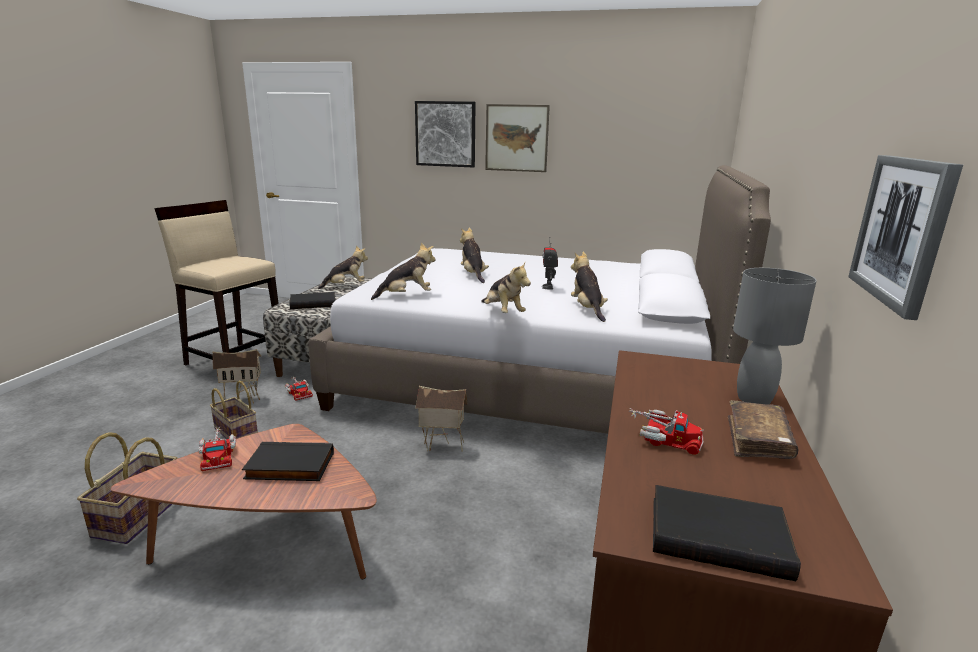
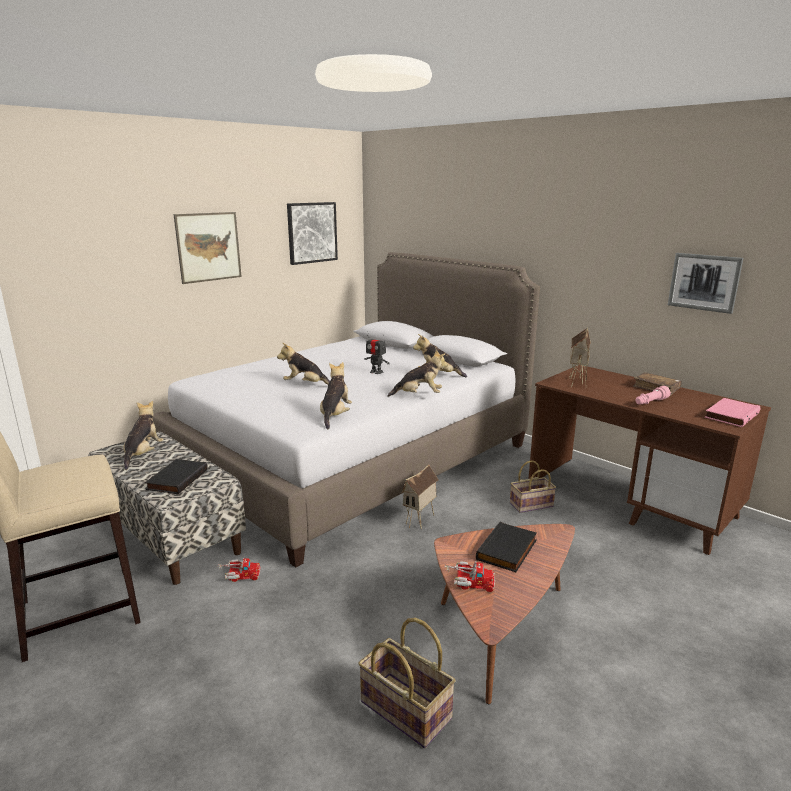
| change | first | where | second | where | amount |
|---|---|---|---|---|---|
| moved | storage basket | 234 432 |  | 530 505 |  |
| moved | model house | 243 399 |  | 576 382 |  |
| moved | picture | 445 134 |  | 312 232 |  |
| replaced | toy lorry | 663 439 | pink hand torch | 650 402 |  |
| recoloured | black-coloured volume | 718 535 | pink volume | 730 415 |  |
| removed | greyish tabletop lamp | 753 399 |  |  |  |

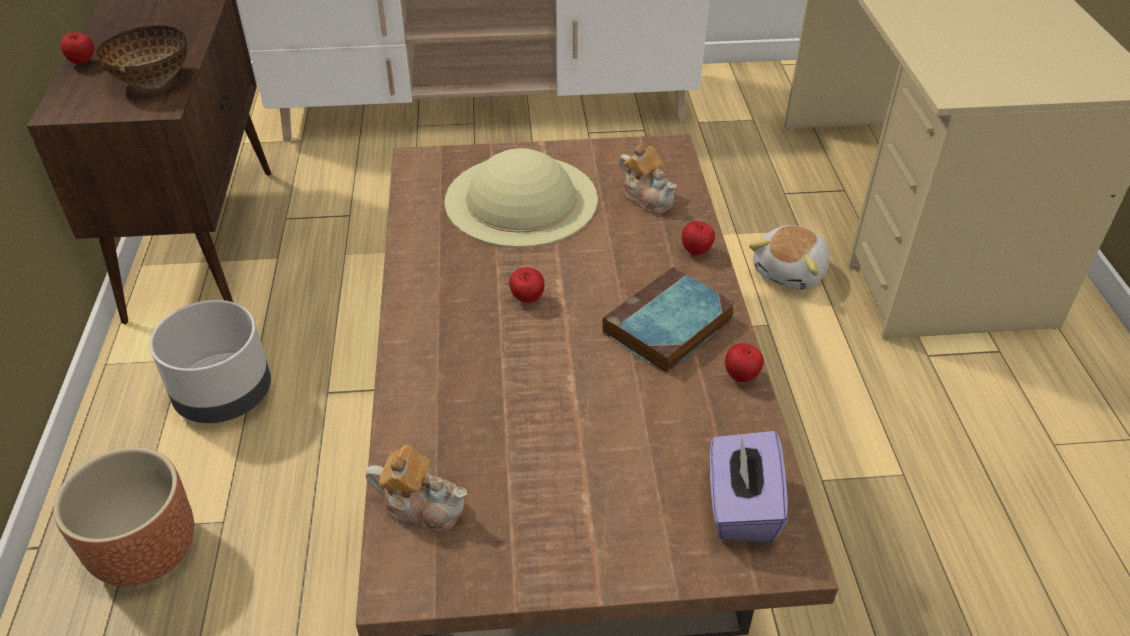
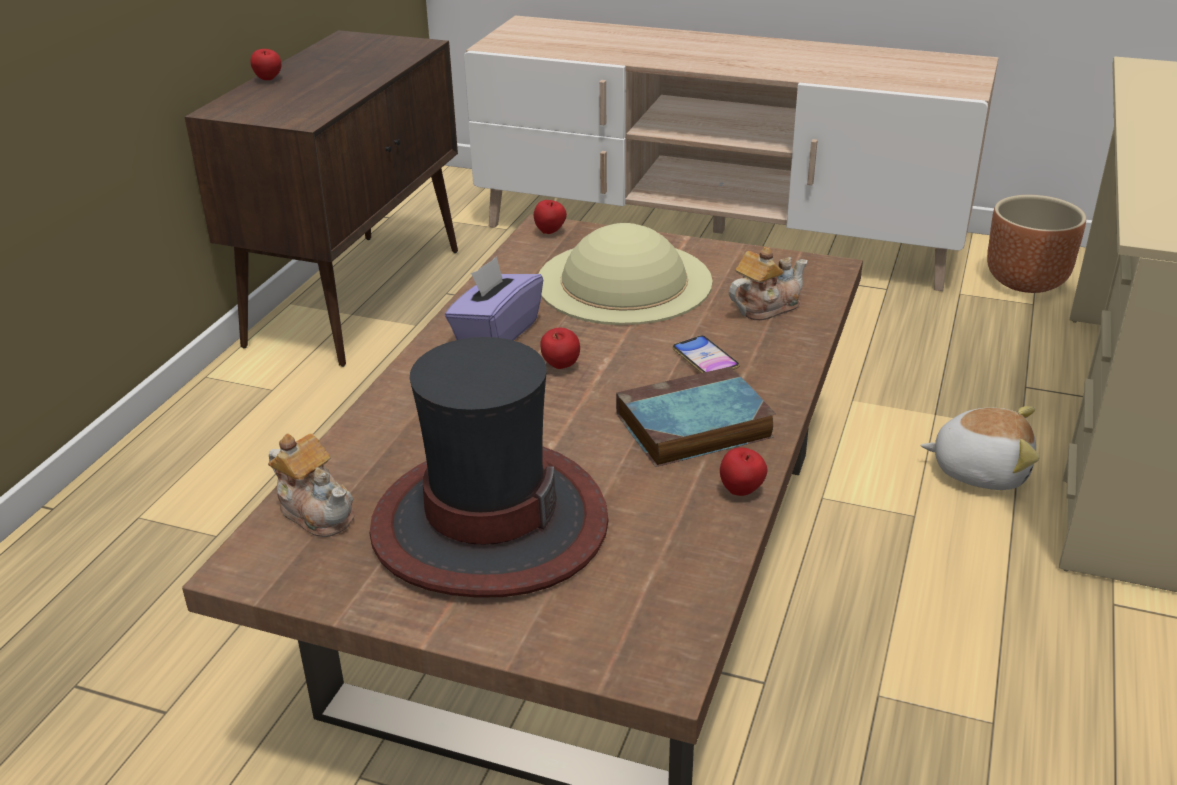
| change | first | where | second | where | amount |
|---|---|---|---|---|---|
| moved | brownish plant pot | 146 553 |  | 1026 282 |  |
| removed | serving bowl | 152 80 |  |  |  |
| removed | greyish plant pot | 224 396 |  |  |  |
| turned | teapot | 647 197 |  | 765 307 | 105 degrees counterclockwise |
| moved | whole apple | 696 252 |  | 550 232 |  |
| moved | purple-coloured box of tissues | 741 506 |  | 496 333 |  |
| turned | plush toy | 791 272 |  | 980 470 | 135 degrees counterclockwise |
| added |  |  | clothing hat | 488 523 |  |
| added |  |  | handset | 705 361 |  |

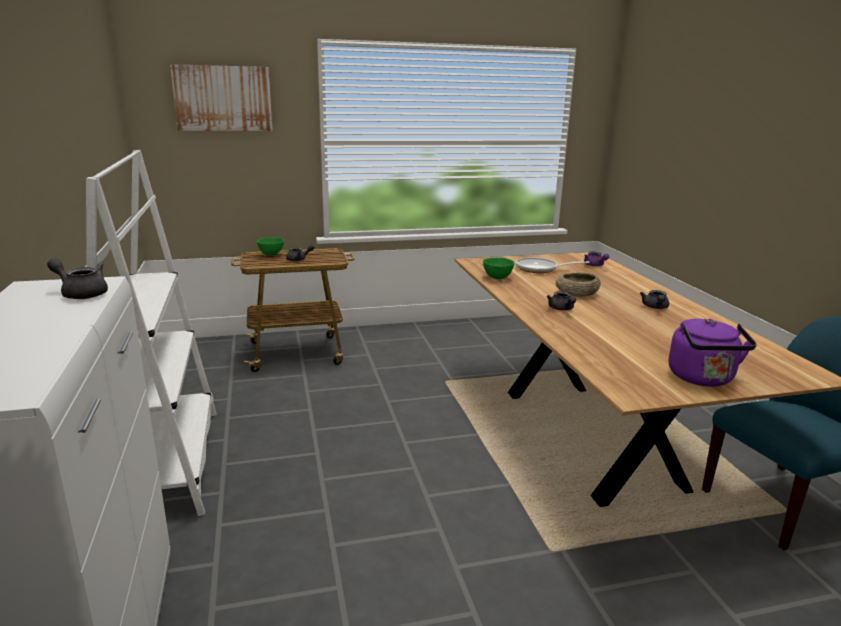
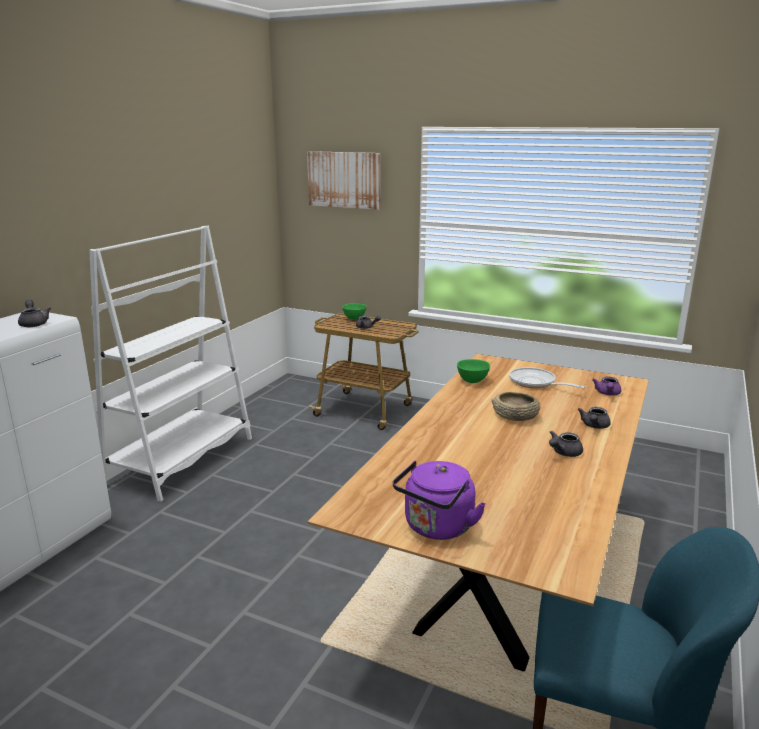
| change | first | where | second | where | amount |
|---|---|---|---|---|---|
| moved | greyish teapot | 561 309 |  | 594 426 |  |

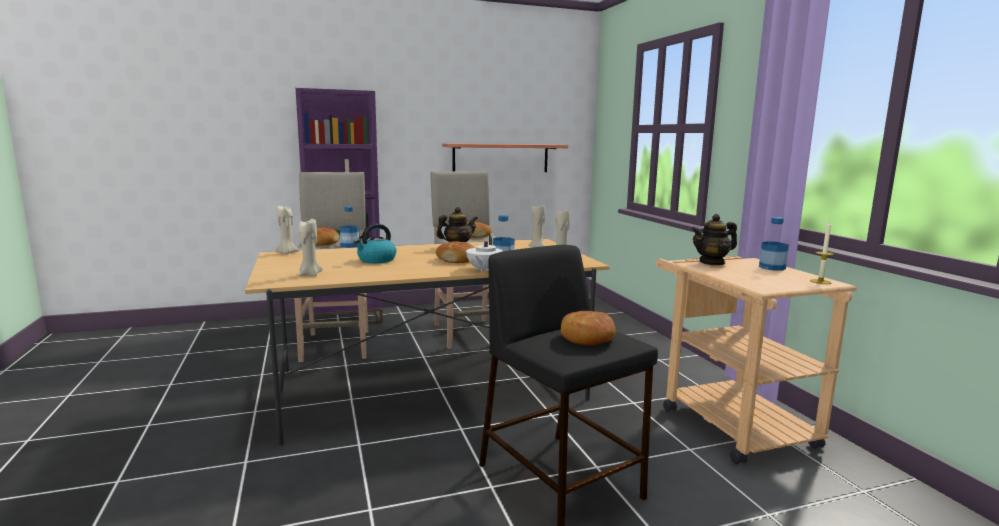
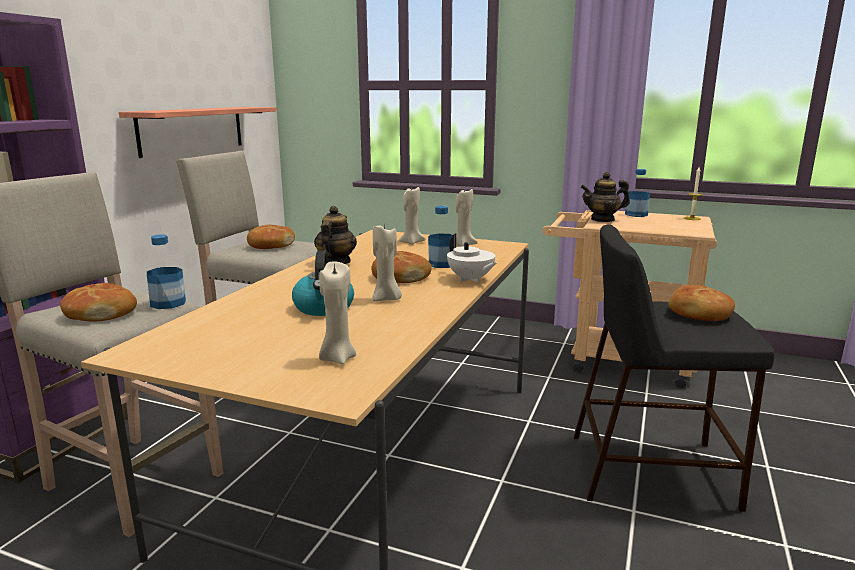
| change | first | where | second | where | amount |
|---|---|---|---|---|---|
| moved | beige-coloured wax light | 287 253 |  | 386 299 |  |
| turned | teapot | 712 262 |  | 603 219 | 60 degrees clockwise |

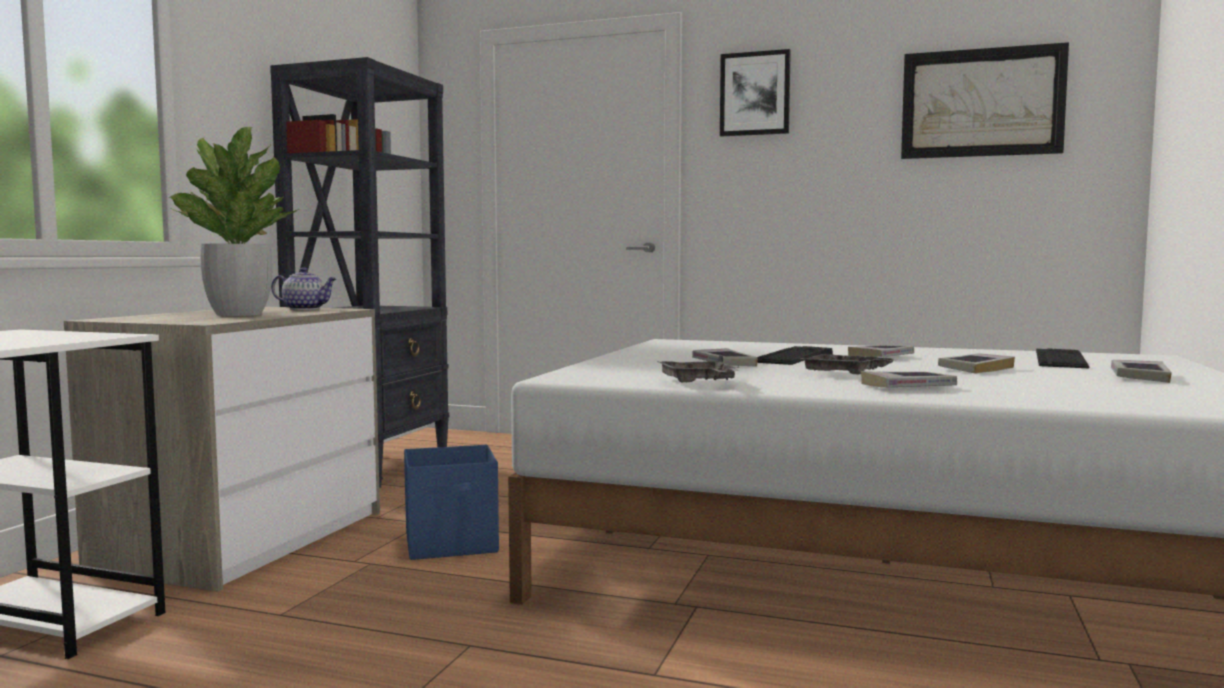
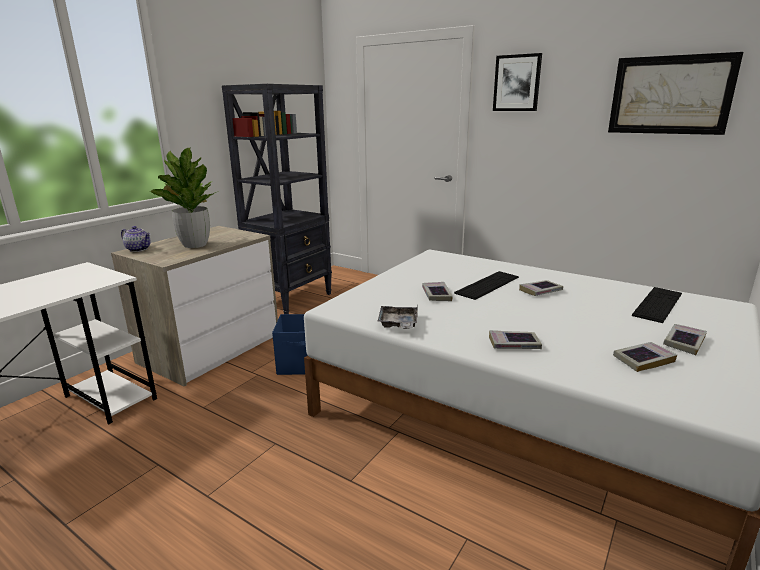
| change | first | where | second | where | amount |
|---|---|---|---|---|---|
| moved | teapot | 305 309 |  | 139 249 |  |
| removed | greyish tray | 845 374 |  |  |  |
| moved | volume | 975 369 |  | 643 360 |  |

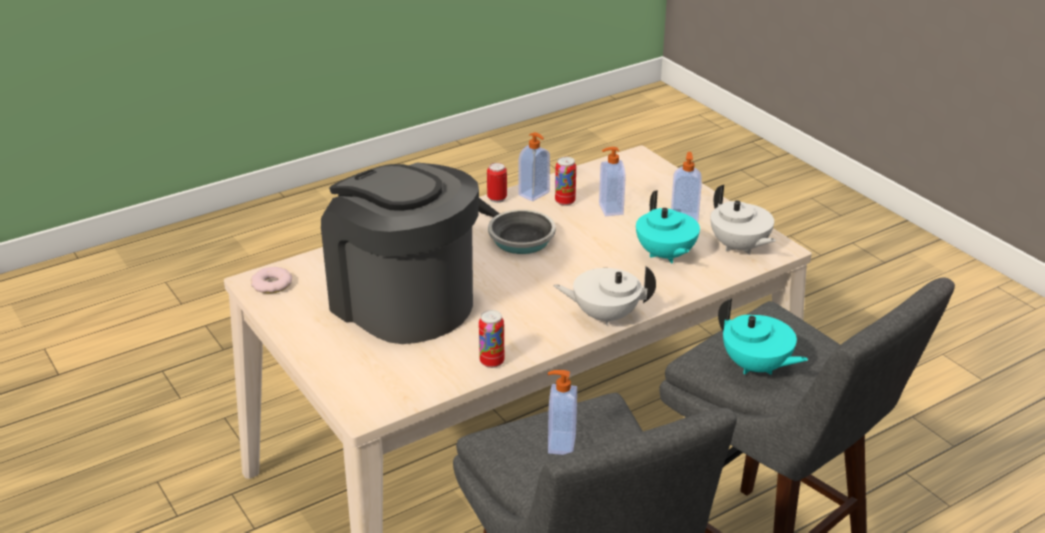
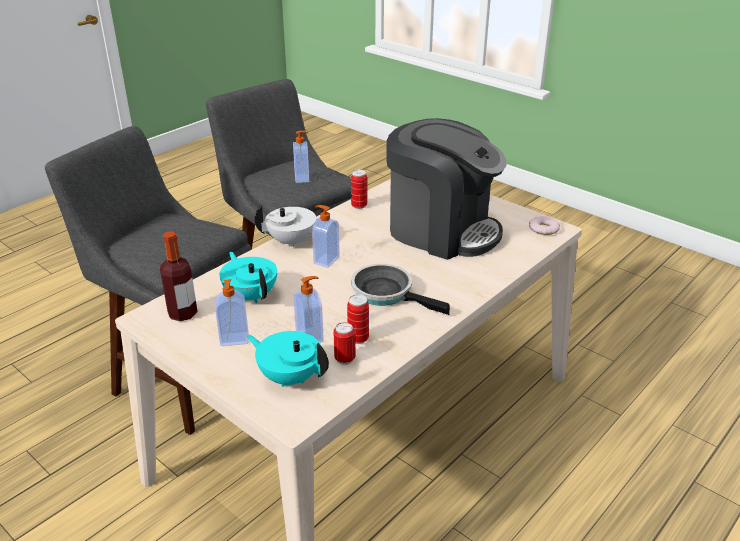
| change | first | where | second | where | amount |
|---|---|---|---|---|---|
| moved | can | 497 199 |  | 344 359 |  |
| moved | soap bottle | 534 194 |  | 325 260 |  |
| replaced | whitish teapot | 739 247 | bottle | 182 313 |  |
| moved | turquoise teapot | 756 367 |  | 290 377 |  |

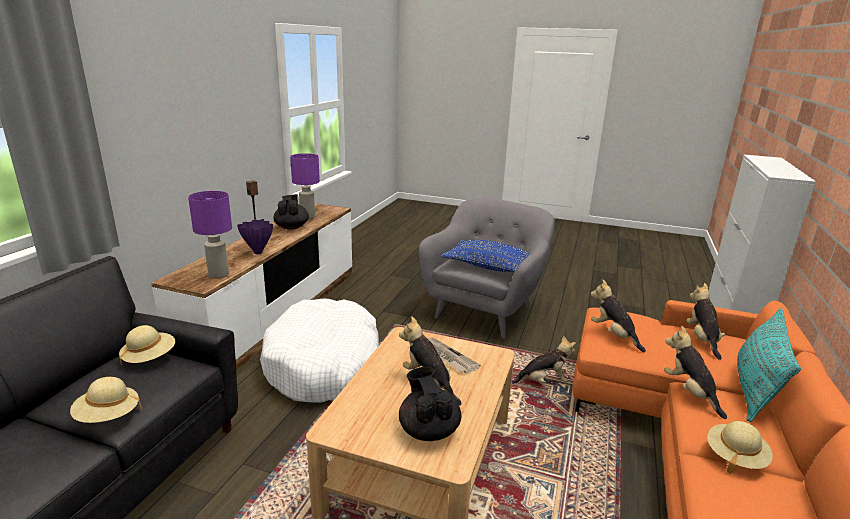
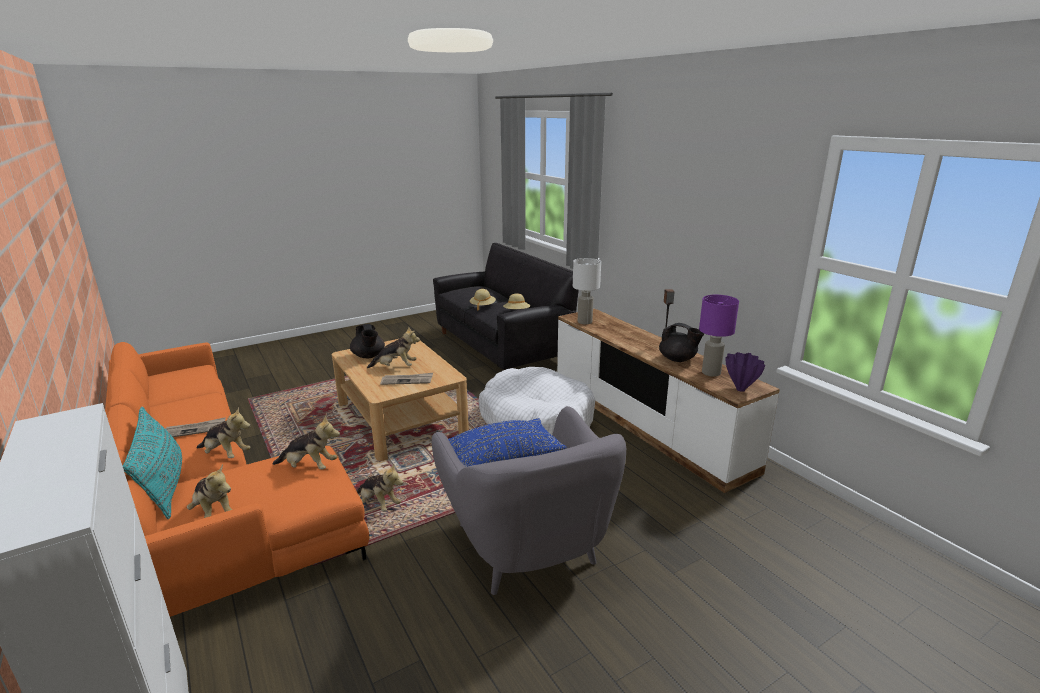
| change | first | where | second | where | amount |
|---|---|---|---|---|---|
| recoloured | purple-coloured tabletop lamp | 219 274 | whitish tabletop lamp | 585 322 |  |
| moved | purple-coloured decorative vase | 257 253 |  | 740 389 |  |
| turned | black-coloured teapot | 428 430 |  | 368 356 | 45 degrees clockwise |
| turned | plush toy | 543 381 |  | 378 504 | 90 degrees counterclockwise |
| replaced | beige-coloured clothing hat | 735 457 | newspaper | 194 430 |  |

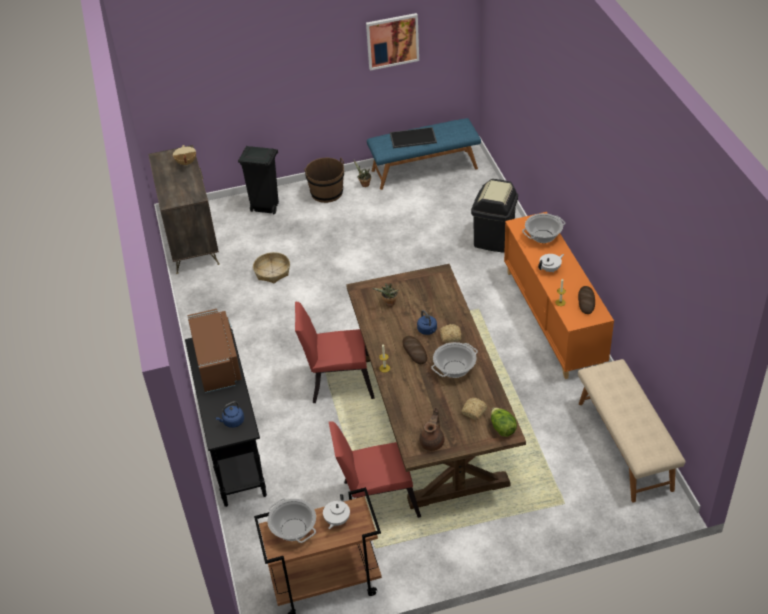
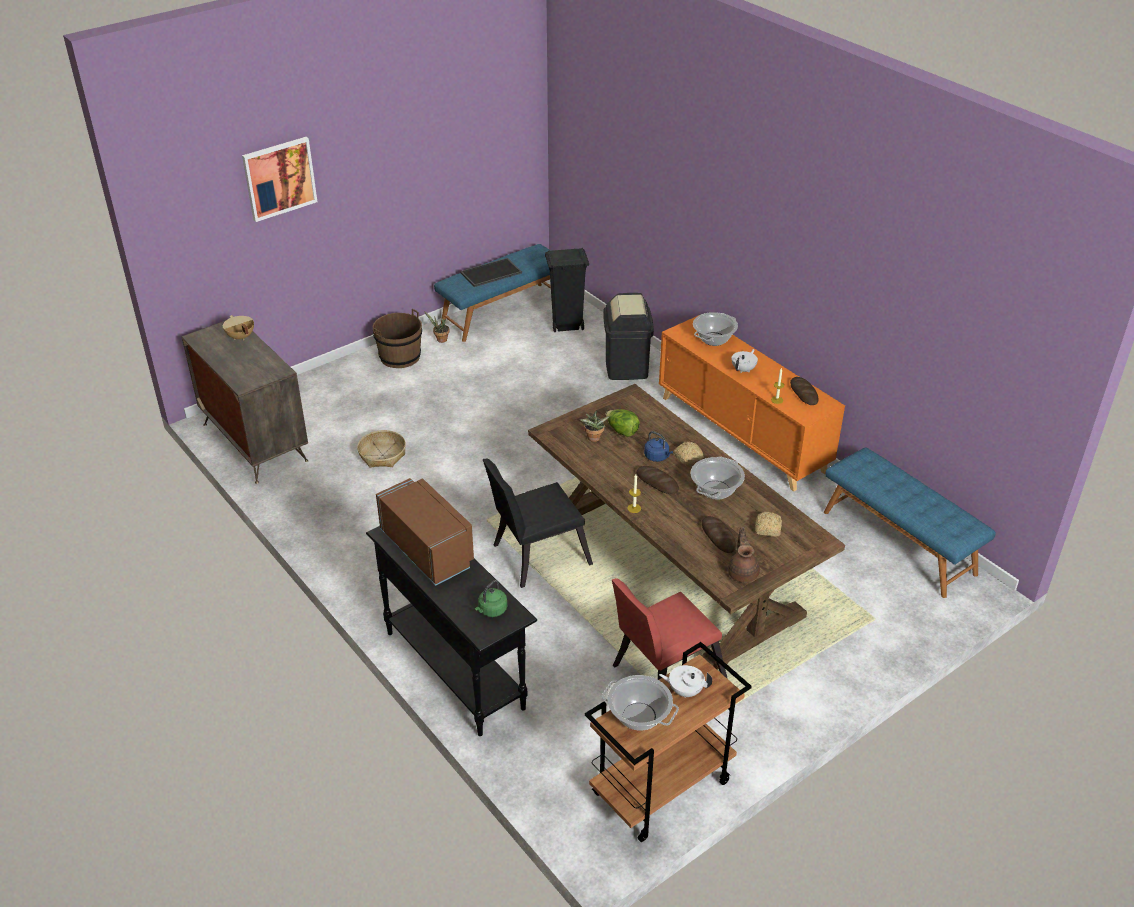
| change | first | where | second | where | amount |
|---|---|---|---|---|---|
| recoloured | blue-coloured water kettle | 232 422 | green-coloured water kettle | 491 610 |  |
| moved | black-coloured rubbish bin | 265 207 |  | 566 326 |  |
| recoloured | red-coloured plain chair | 337 380 | black-coloured plain chair | 535 556 |  |
| turned | whitish teapot | 337 520 |  | 685 690 | 105 degrees clockwise |
| moved | picture | 392 41 |  | 279 178 |  |
| moved | lettuce | 502 428 |  | 622 431 |  |
| recoloured | beige-coloured bench | 625 445 | blue-coloured bench | 899 542 |  |
| added |  |  | bakery bread | 718 537 |  |

